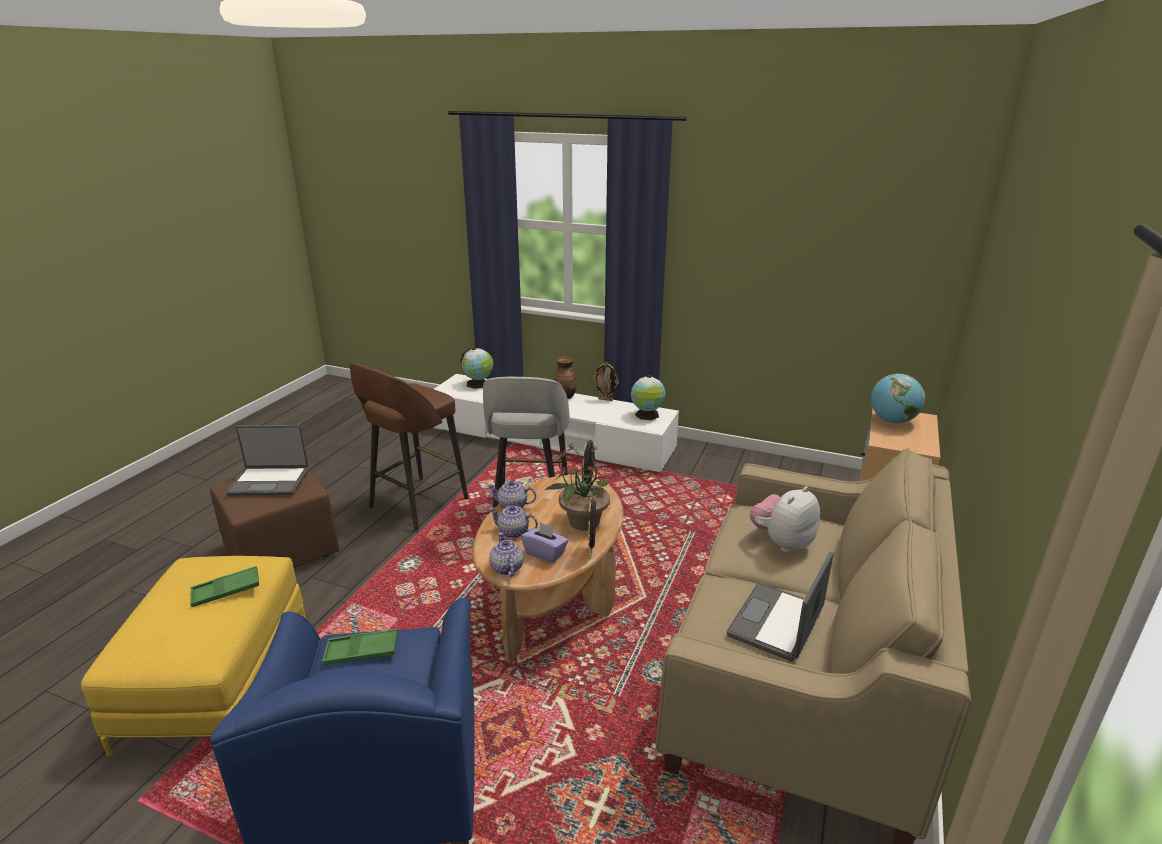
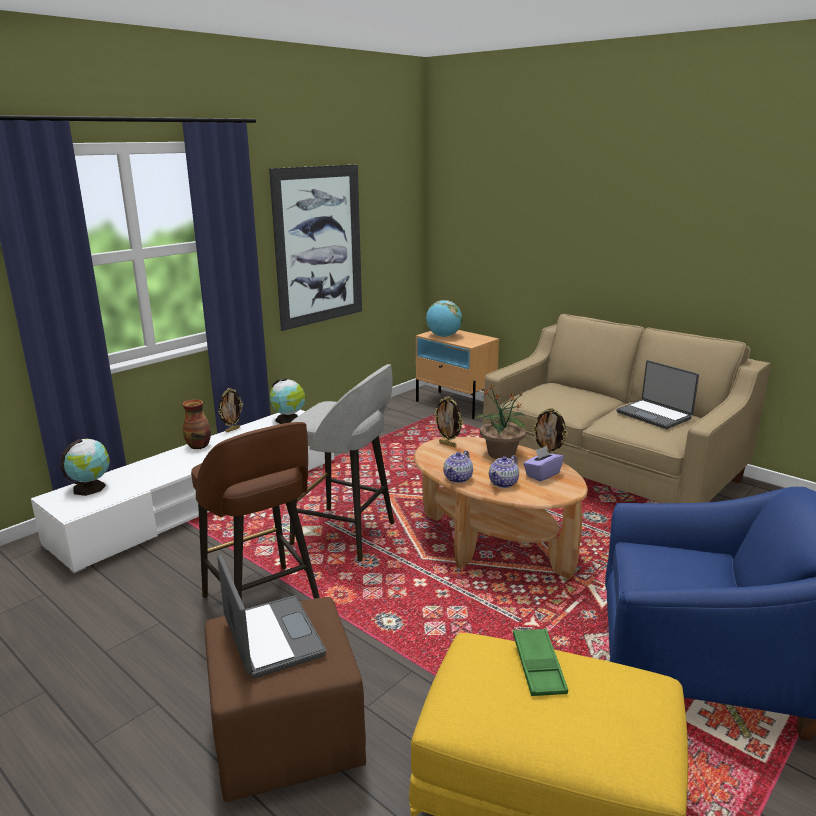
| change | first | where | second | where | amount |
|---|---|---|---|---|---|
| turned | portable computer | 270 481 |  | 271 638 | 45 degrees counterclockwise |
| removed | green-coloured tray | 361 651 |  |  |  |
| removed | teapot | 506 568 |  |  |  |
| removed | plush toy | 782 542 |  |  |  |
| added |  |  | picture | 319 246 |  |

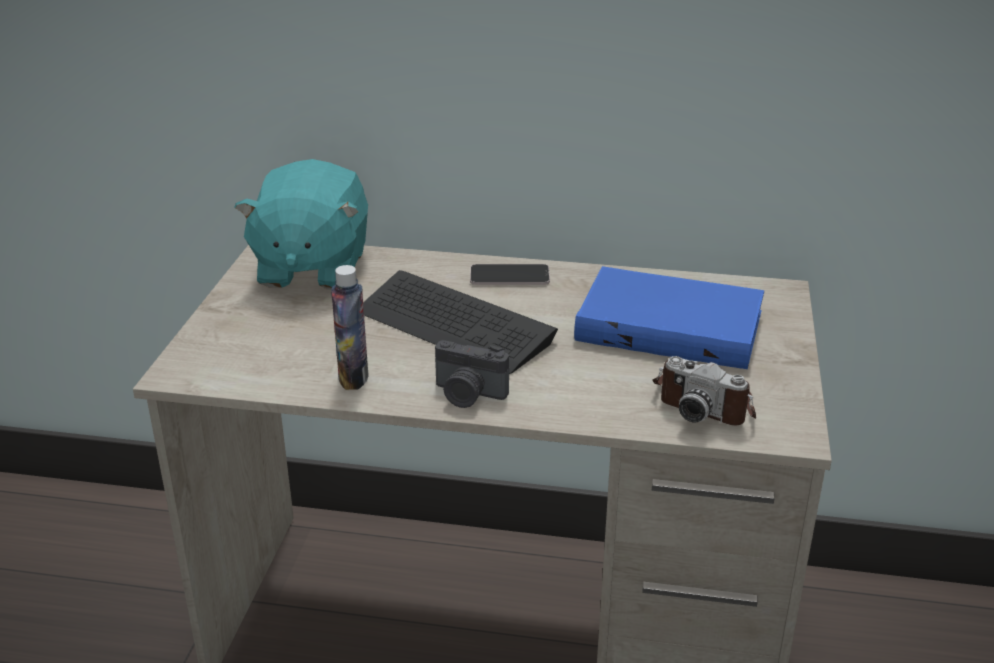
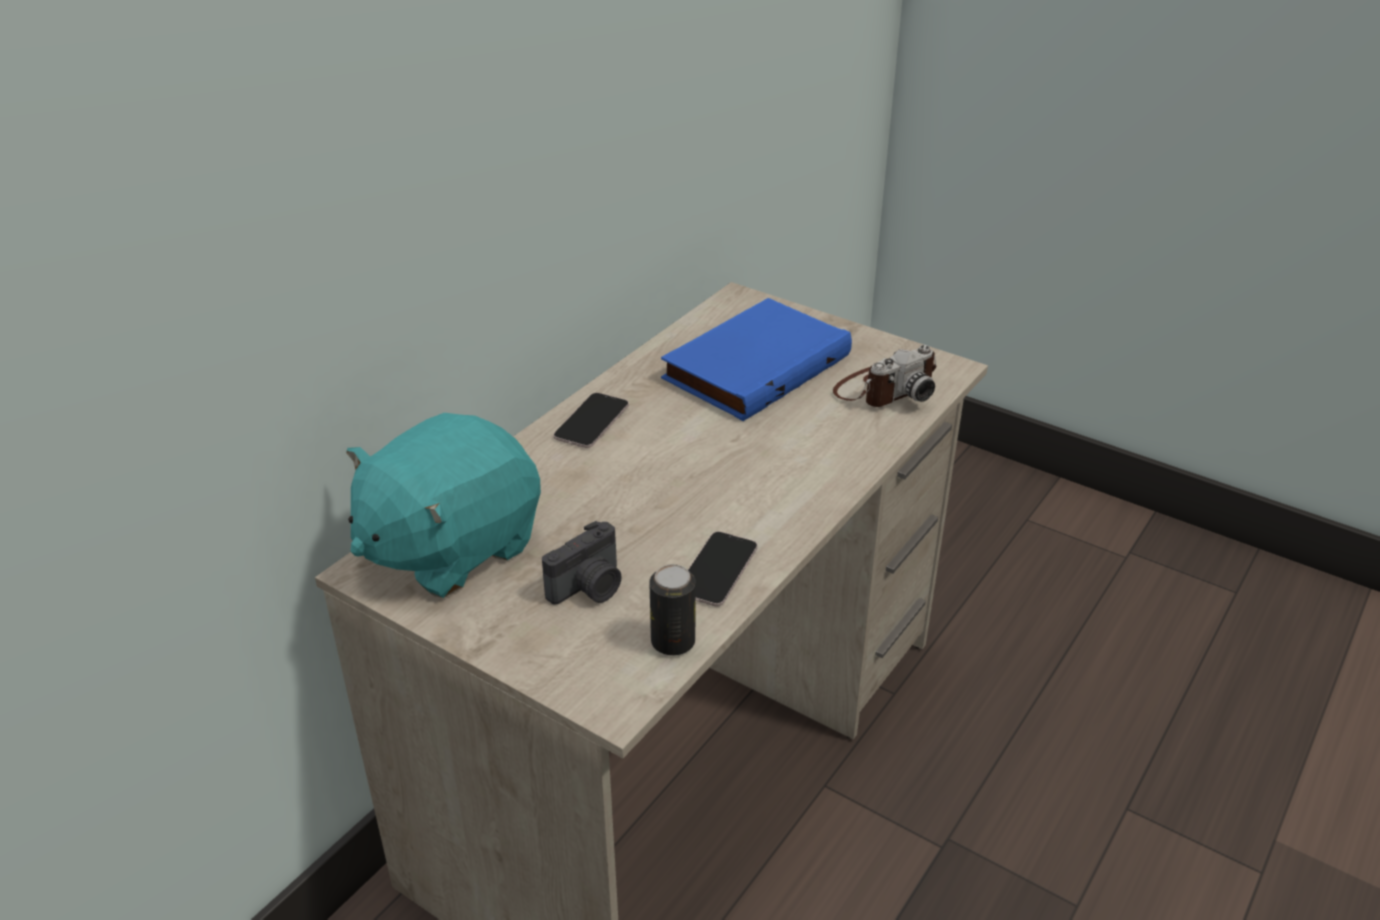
| change | first | where | second | where | amount |
|---|---|---|---|---|---|
| turned | turquoise plush toy | 311 268 |  | 449 547 | 105 degrees clockwise |
| replaced | bottle | 353 377 | handset | 717 570 |  |
| removed | PC keyboard | 454 325 |  |  |  |
| moved | photo camera | 468 395 |  | 589 588 |  |
| added |  |  | can | 673 642 |  |

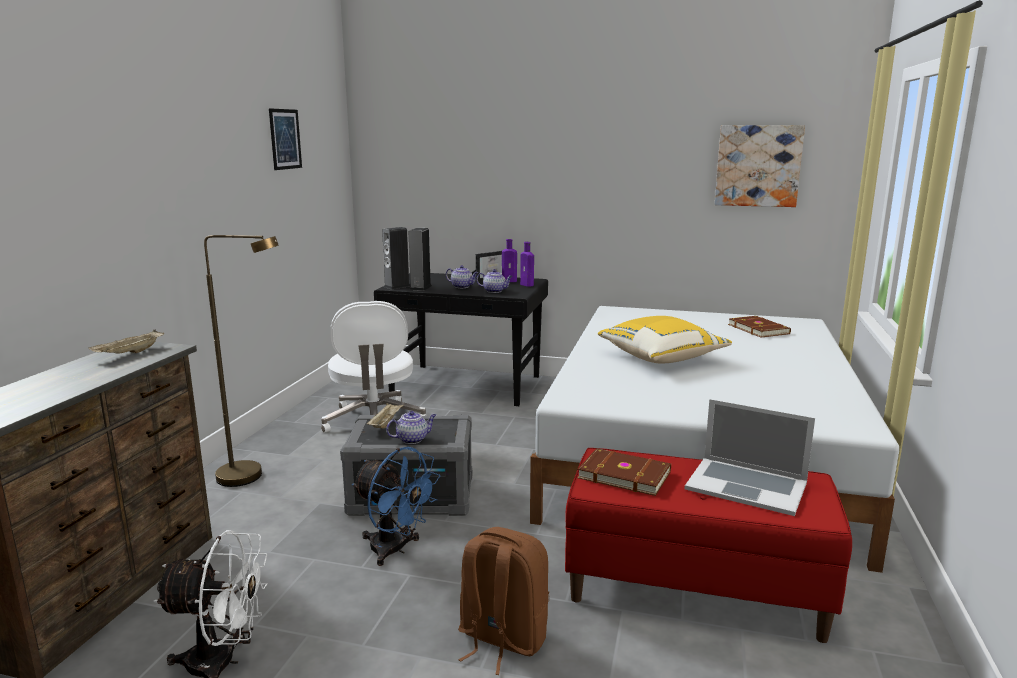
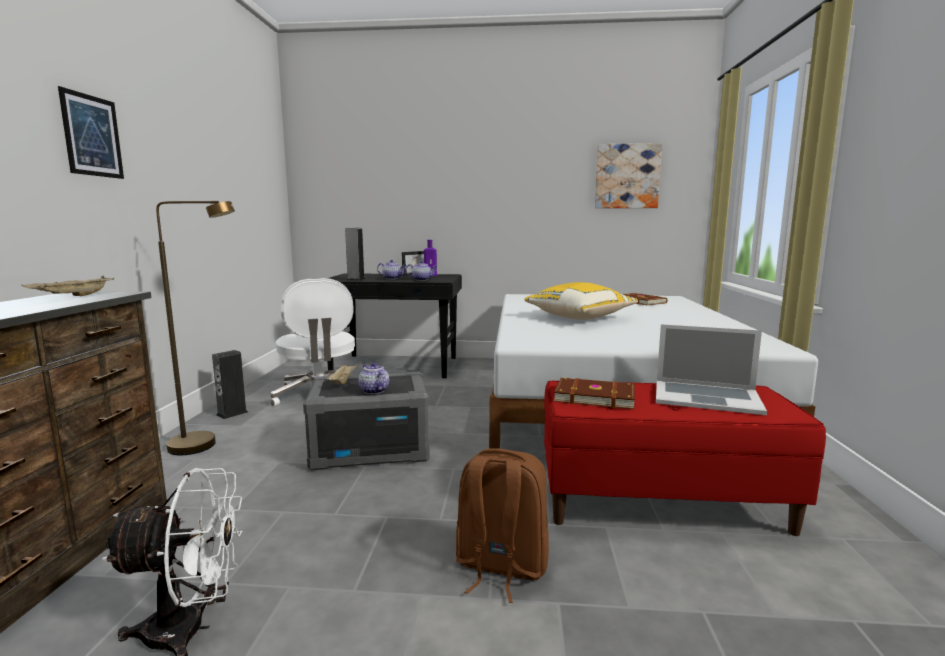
| change | first | where | second | where | amount |
|---|---|---|---|---|---|
| moved | picture | 285 139 |  | 92 136 |  |
| removed | blue-coloured fan | 395 550 |  |  |  |
| moved | speaker | 397 286 |  | 232 413 |  |
| turned | teapot | 412 439 |  | 373 391 | 90 degrees counterclockwise |
| removed | purple-coloured bottle | 527 285 |  |  |  |

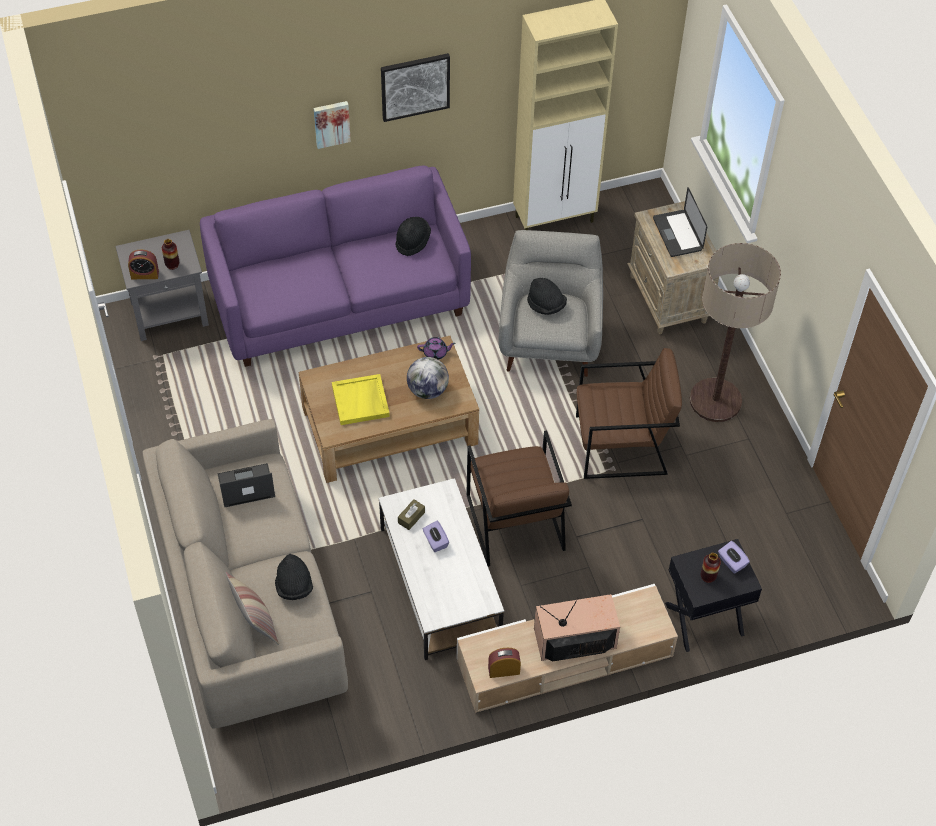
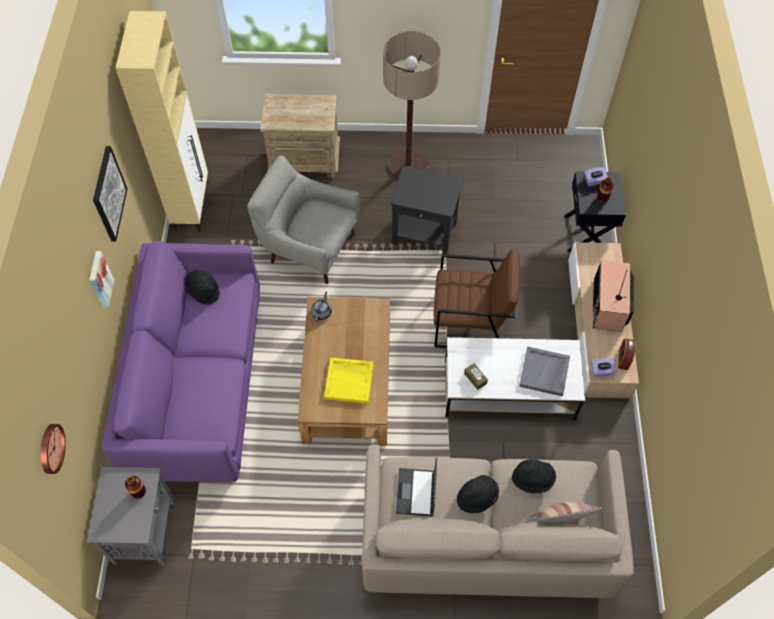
| change | first | where | second | where | amount |
|---|---|---|---|---|---|
| removed | table clock | 145 274 |  |  |  |
| removed | world globe | 427 390 |  |  |  |
| recoloured | purple-coloured teapot | 435 353 | greyish teapot | 321 312 |  |
| moved | purple-coloured box of tissues | 435 541 |  | 601 371 |  |
| moved | black-coloured clothing hat | 546 305 |  | 477 497 |  |
| replaced | brownish lounge chair | 621 445 | black-coloured end table | 425 233 |  |
| removed | portable computer | 677 234 |  |  |  |
| added |  |  | hanging clock | 50 448 |  |
| added |  |  | greyish tray | 544 373 |  |

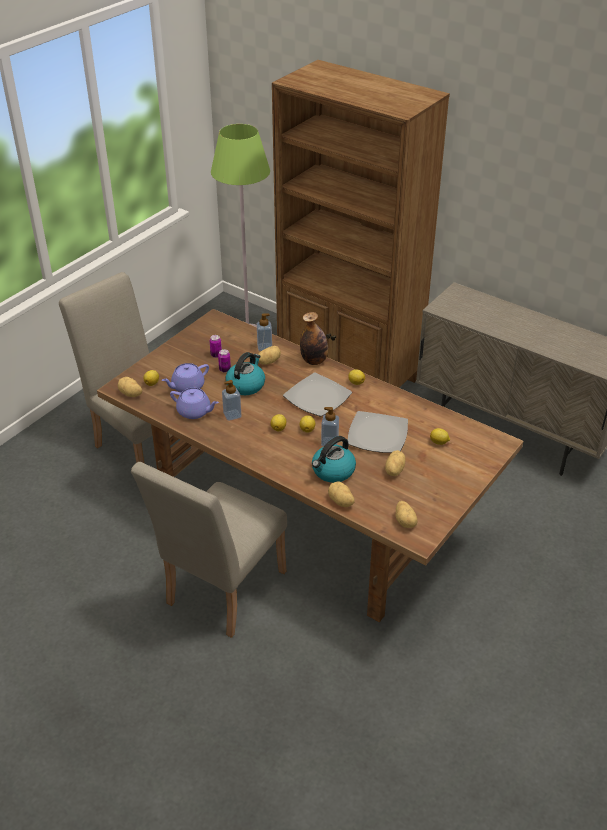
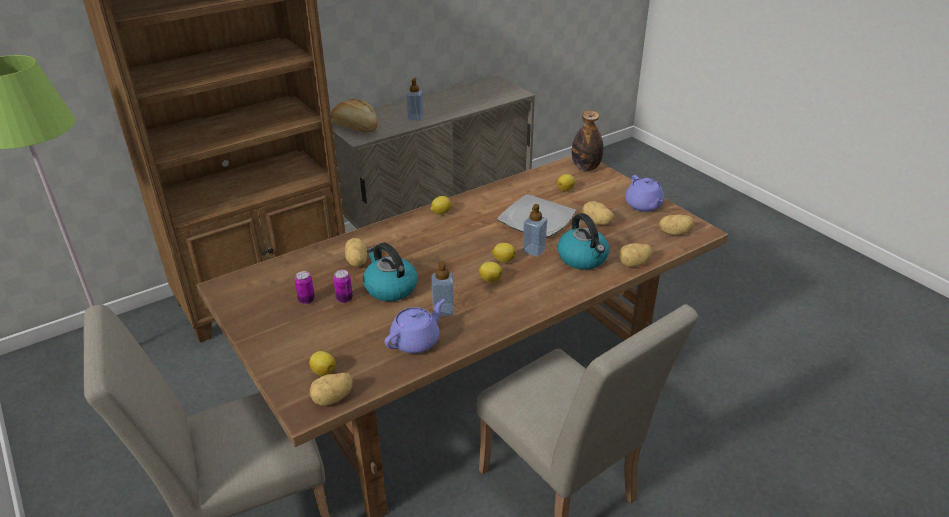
| change | first | where | second | where | amount |
|---|---|---|---|---|---|
| moved | purple-coloured teapot | 187 387 |  | 643 206 |  |
| moved | soap bottle | 264 347 |  | 415 117 |  |
| removed | dinner plate | 317 397 |  |  |  |
| moved | bottle | 314 361 |  | 585 167 |  |
| added |  |  | bakery bread | 355 127 |  |

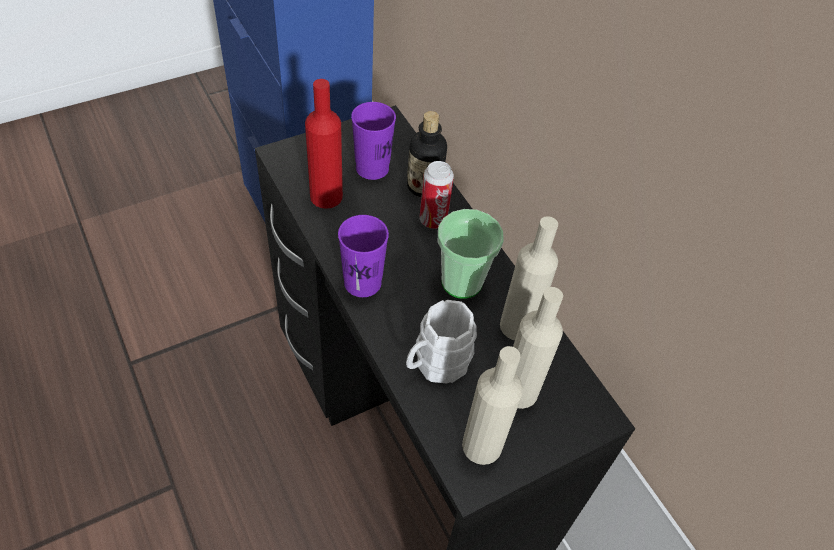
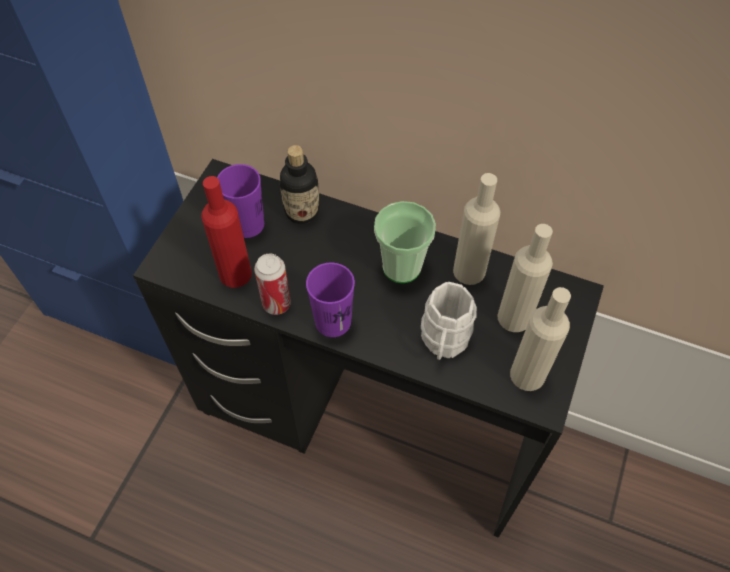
| change | first | where | second | where | amount |
|---|---|---|---|---|---|
| moved | can | 433 220 |  | 276 304 |  |

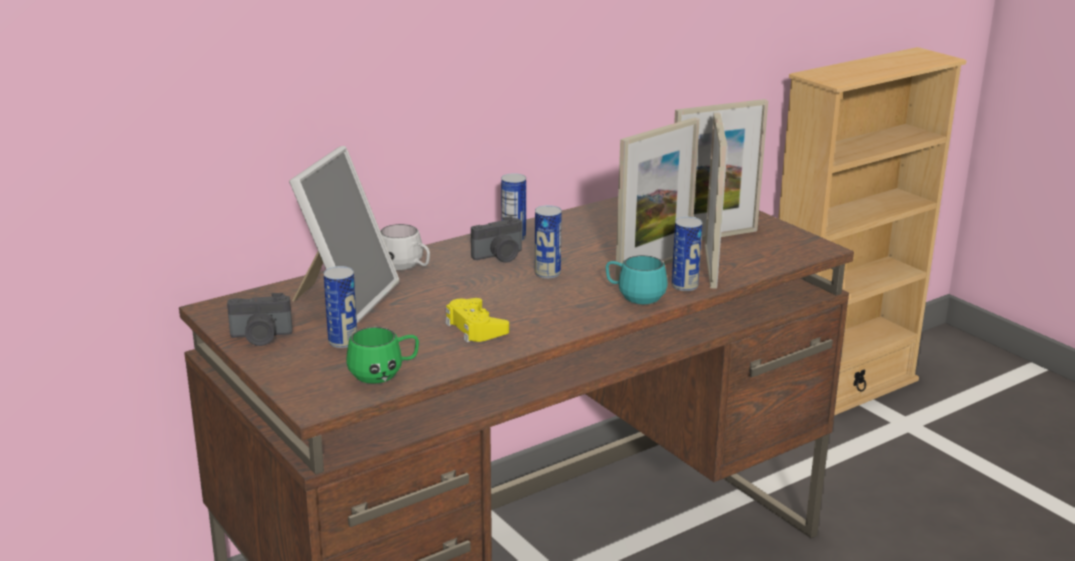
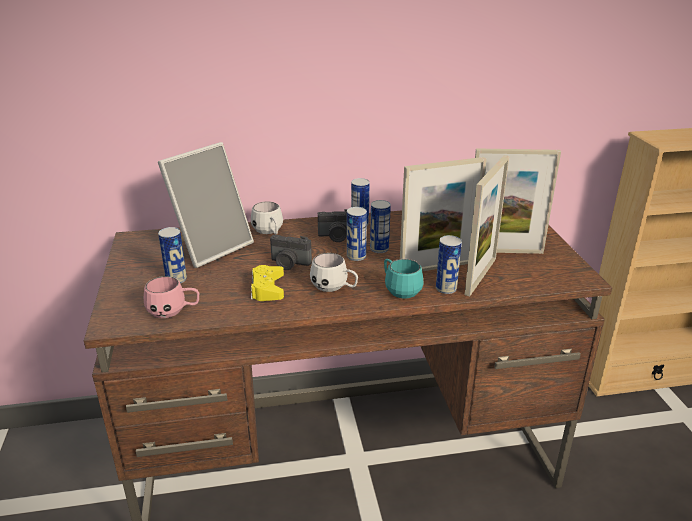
| change | first | where | second | where | amount |
|---|---|---|---|---|---|
| moved | photo camera | 261 337 |  | 289 264 |  |
| recoloured | green-coloured tea mug | 385 375 | pink tea mug | 174 312 |  |
| added |  |  | whitish tea mug | 335 289 |  |
| added |  |  | can | 379 249 |  |

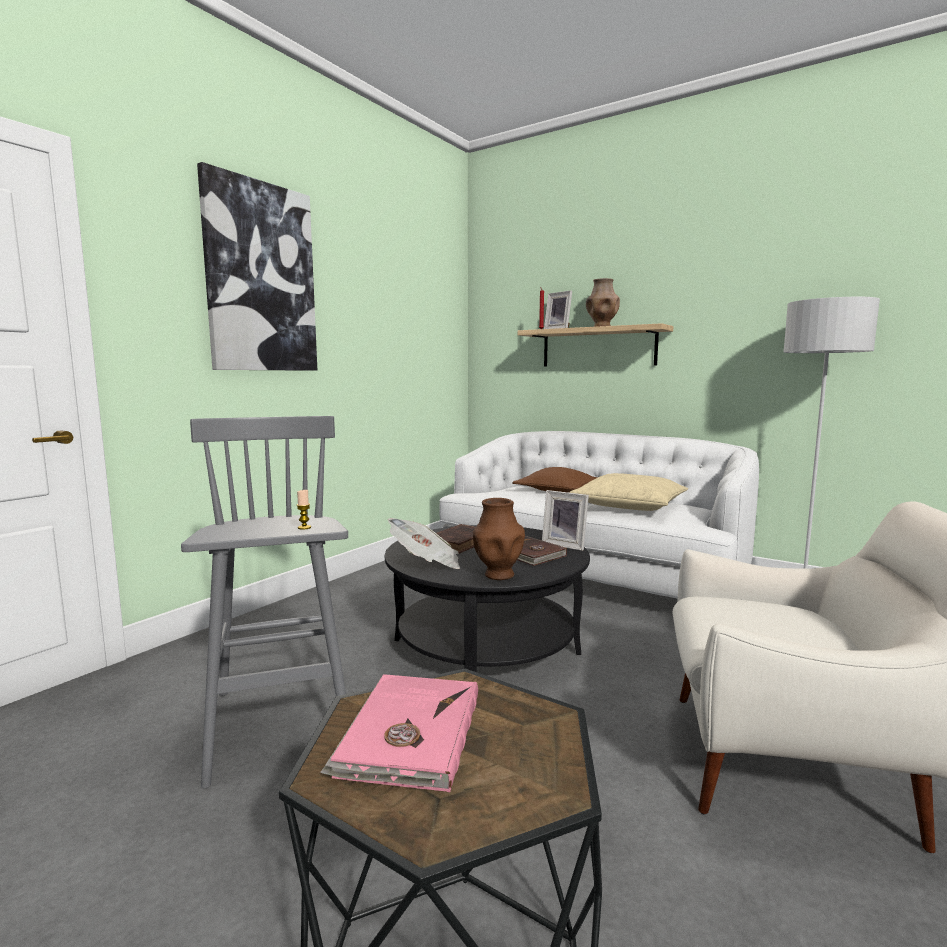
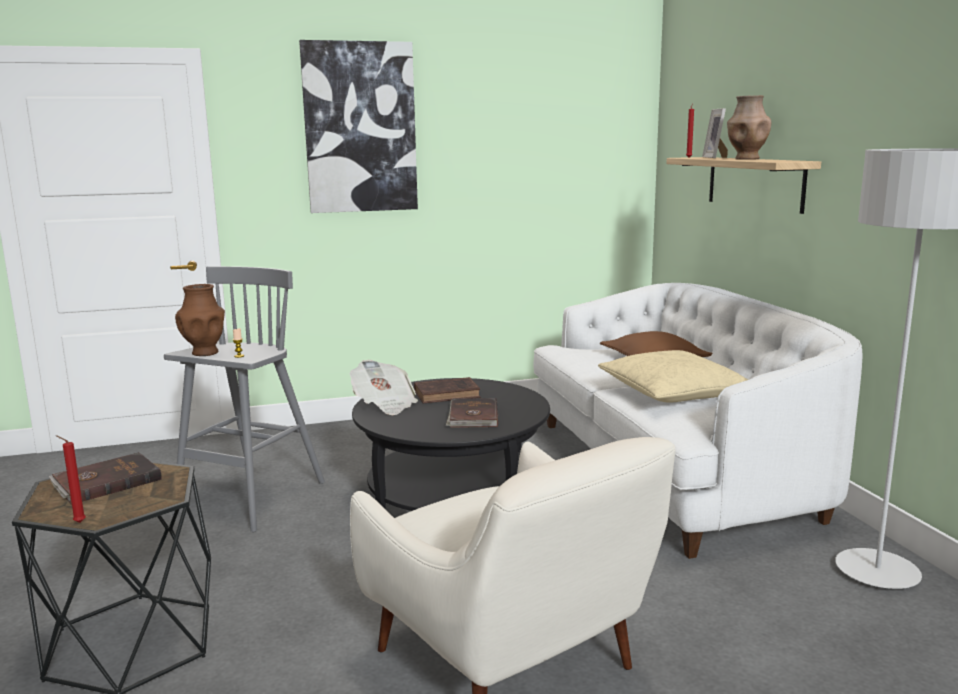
| change | first | where | second | where | amount |
|---|---|---|---|---|---|
| recoloured | pink volume | 408 735 | brownish volume | 106 482 |  |
| moved | brownish decorative vase | 498 575 |  | 205 352 |  |
| removed | picture frame | 565 545 |  |  |  |
| added |  |  | red-coloured wax light | 77 522 |  |

